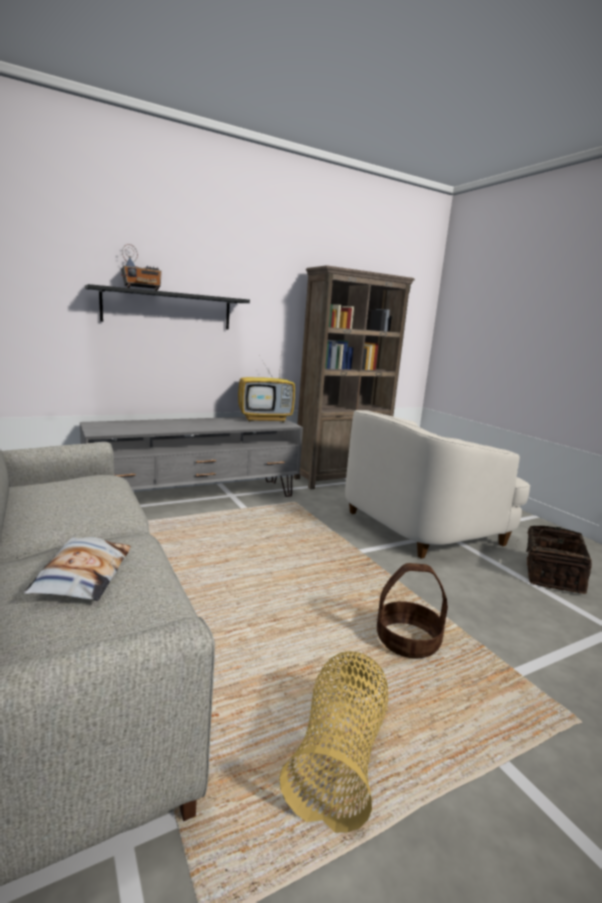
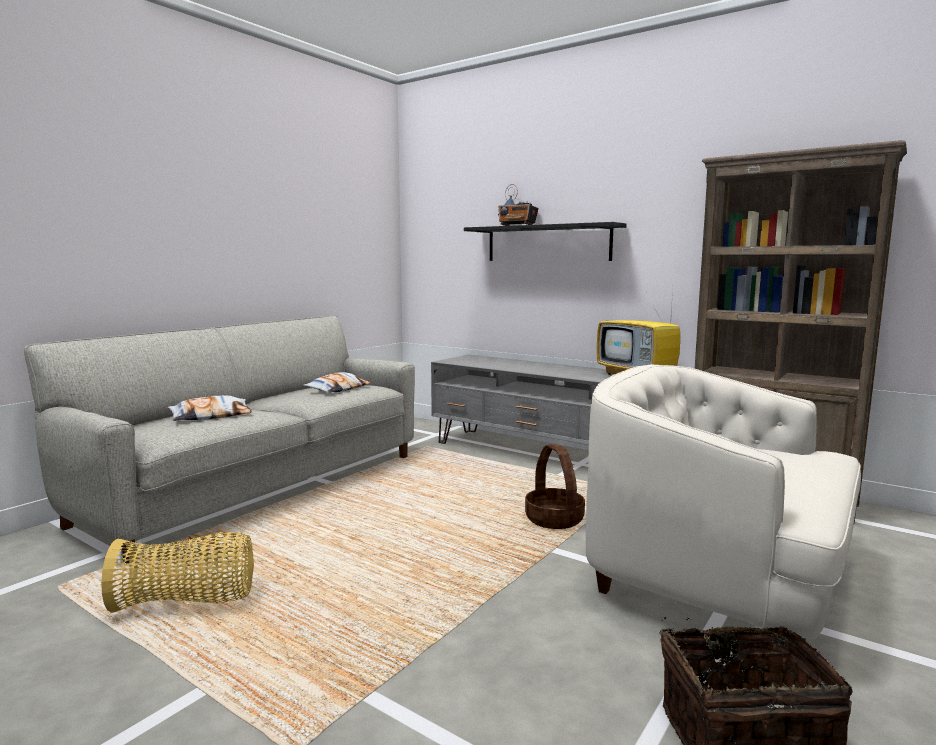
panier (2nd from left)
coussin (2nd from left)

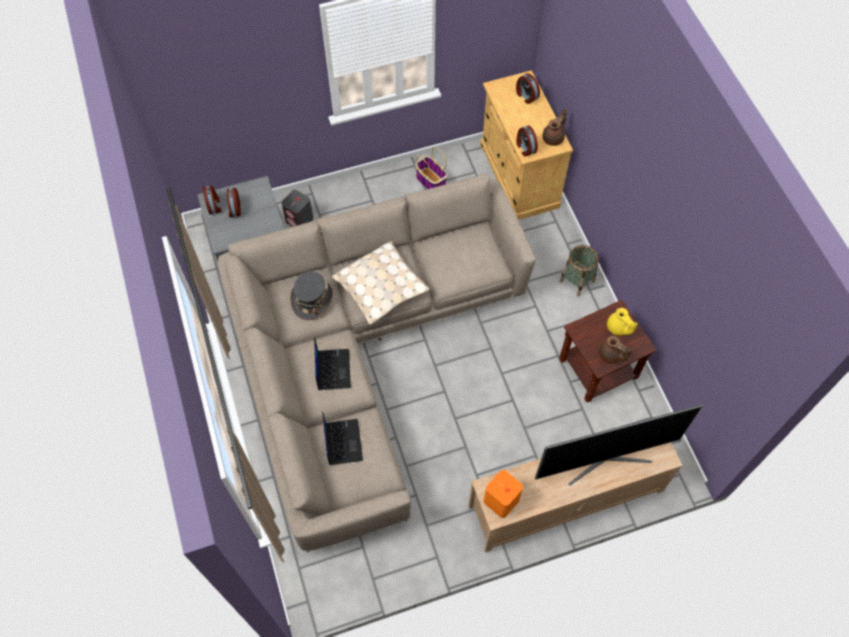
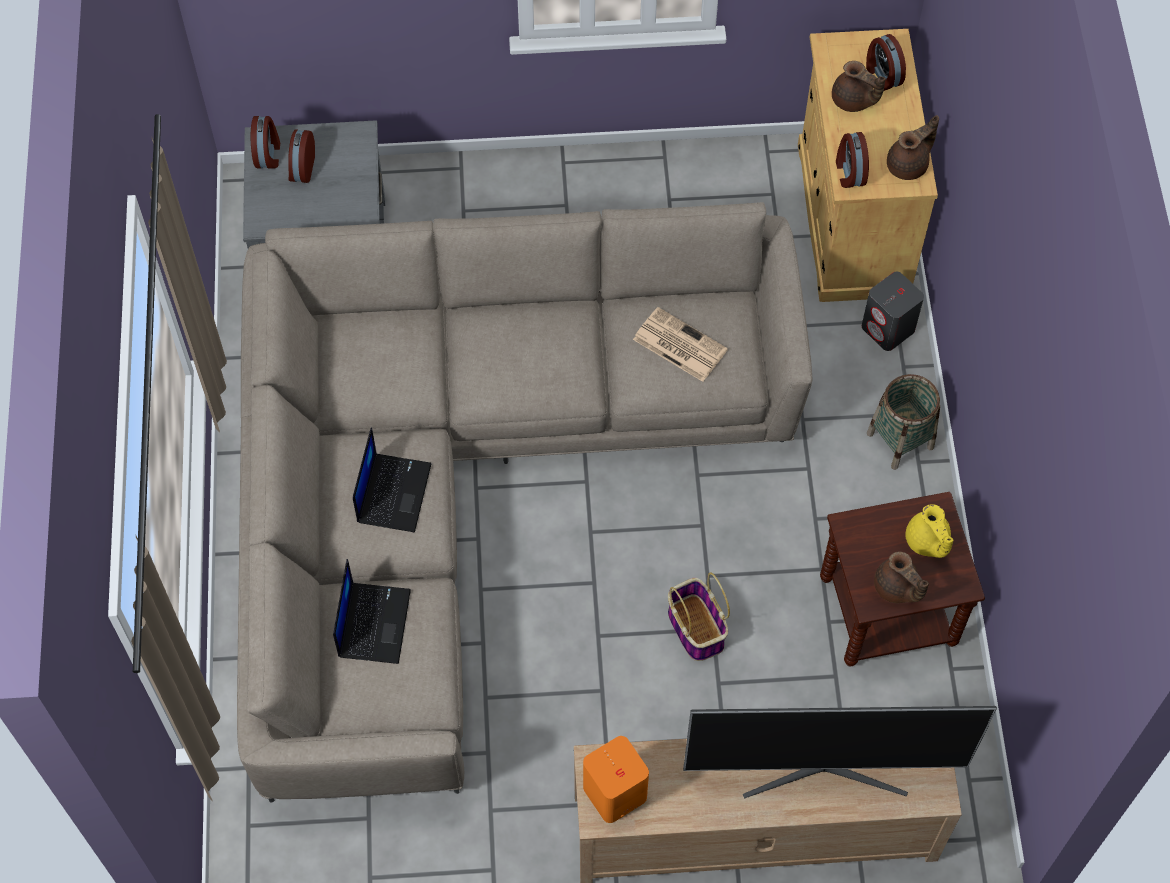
enceinte/gris
chapeau/gris
coussin/beige
panier (1st from left)
journal
théière/marron (1st from left)

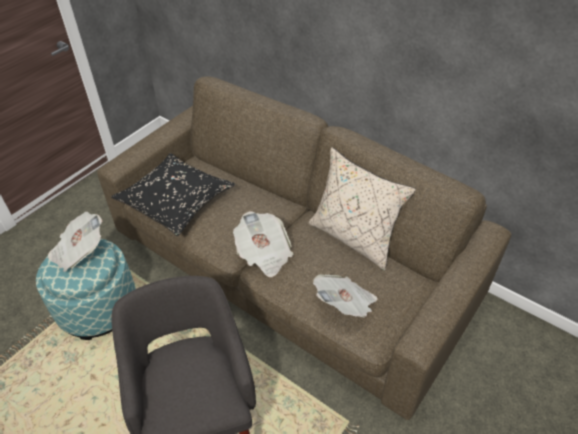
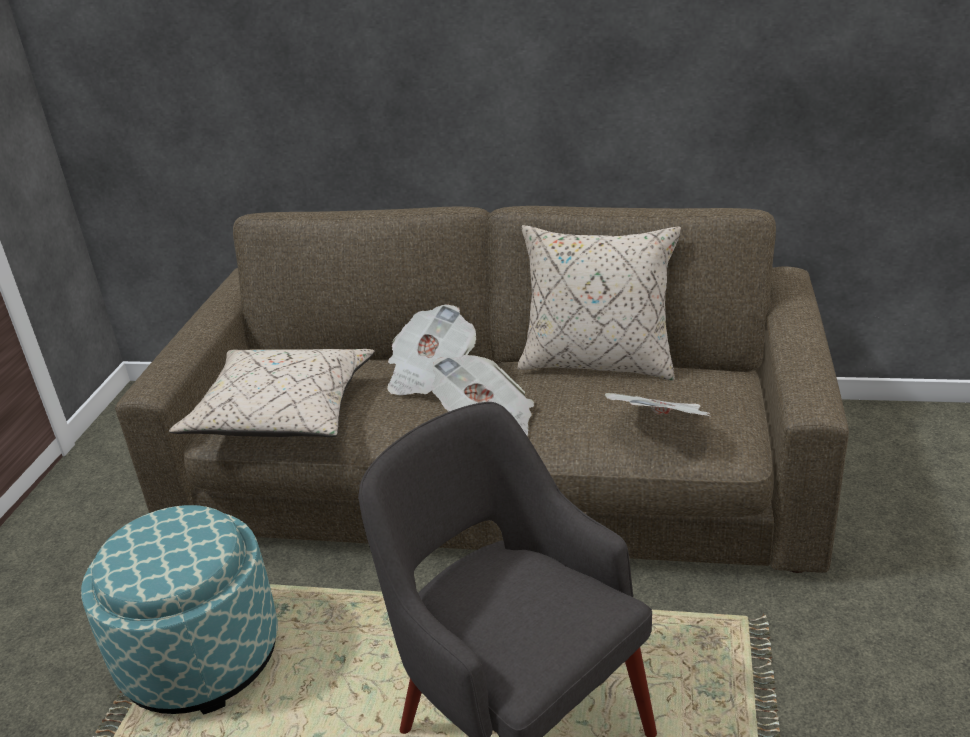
journal (1st from left)
coussin/beige (1st from left)

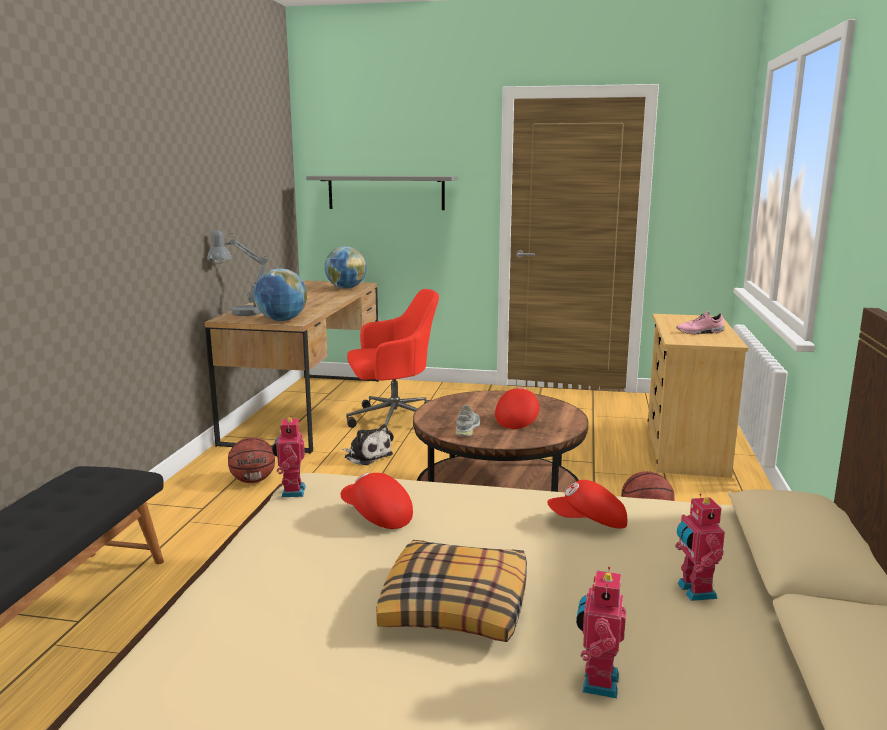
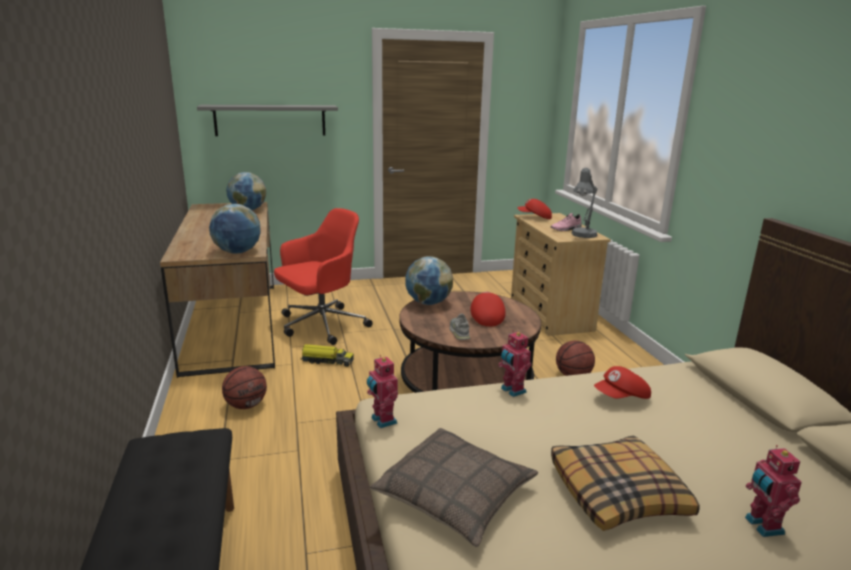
lampe de table/gris
casquette/rouge (2nd from left)
camion jouet
robot jouet (2nd from left)
coussin (1st from left)
globe (3rd from left)

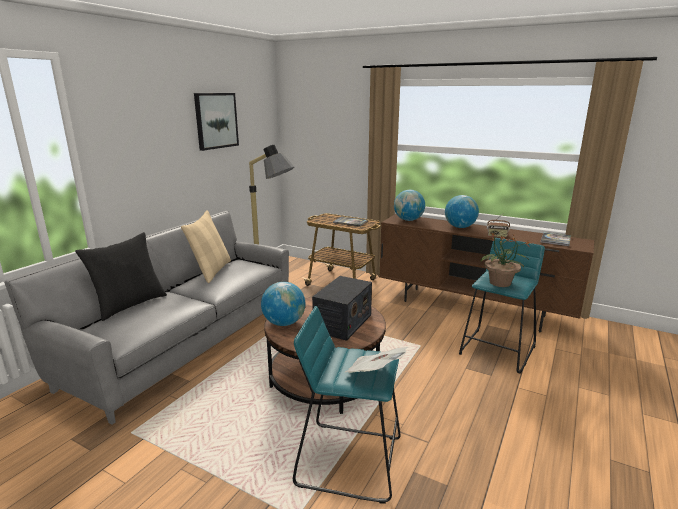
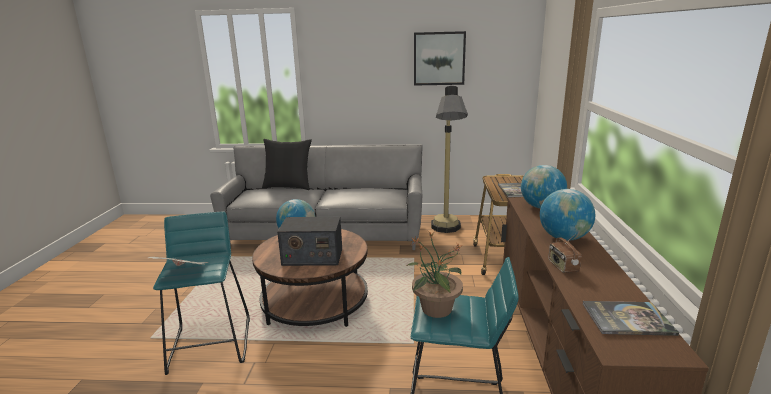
coussin/beige

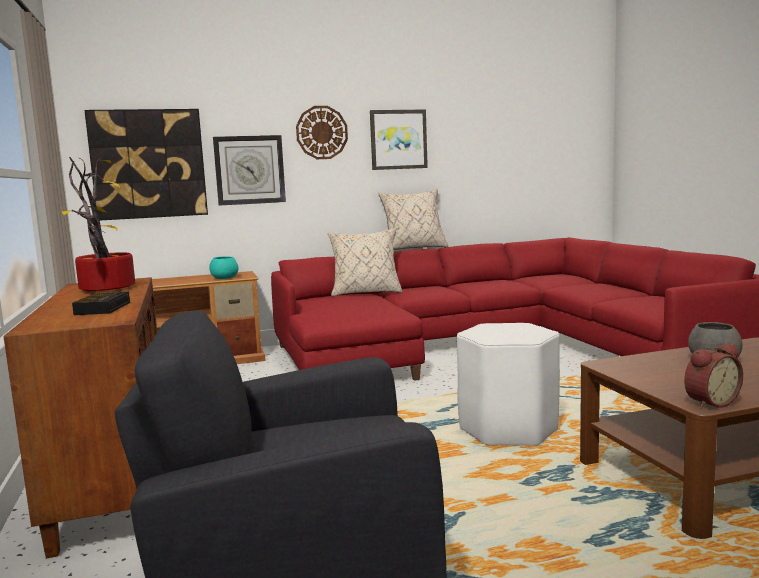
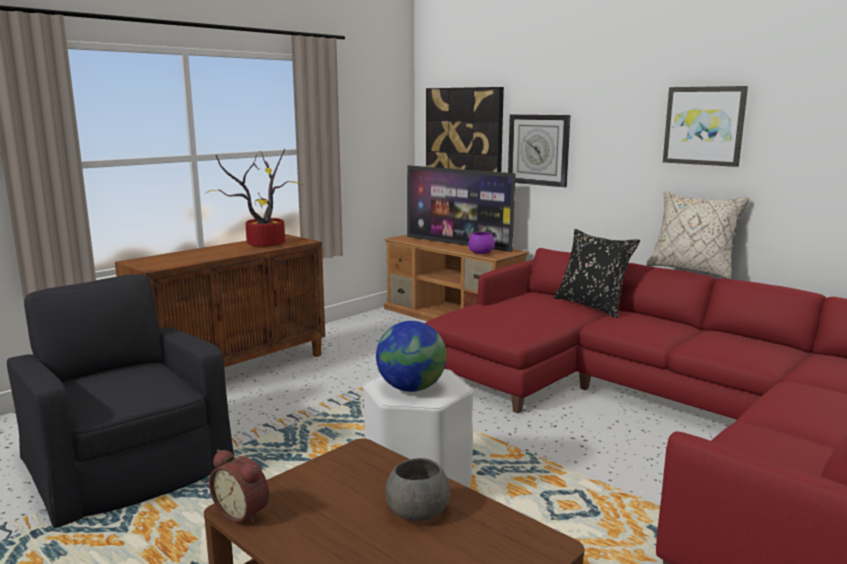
réveil (1st from left in the first image)
bol/violet
horloge murale (2nd from left in the first image)
coussin/noir
globe
téléviseur

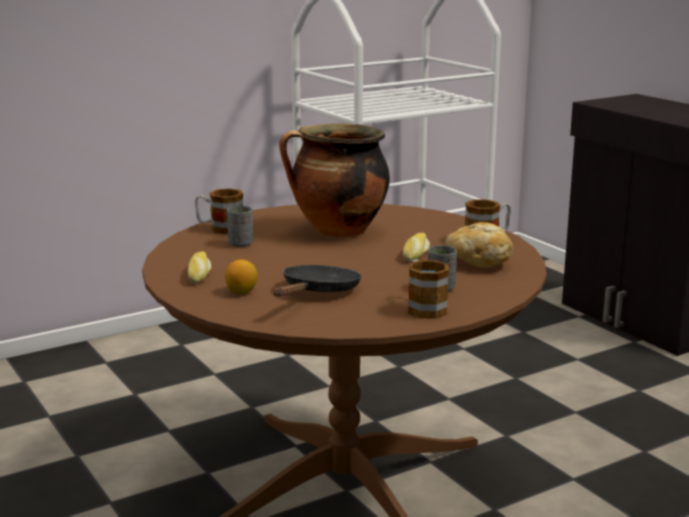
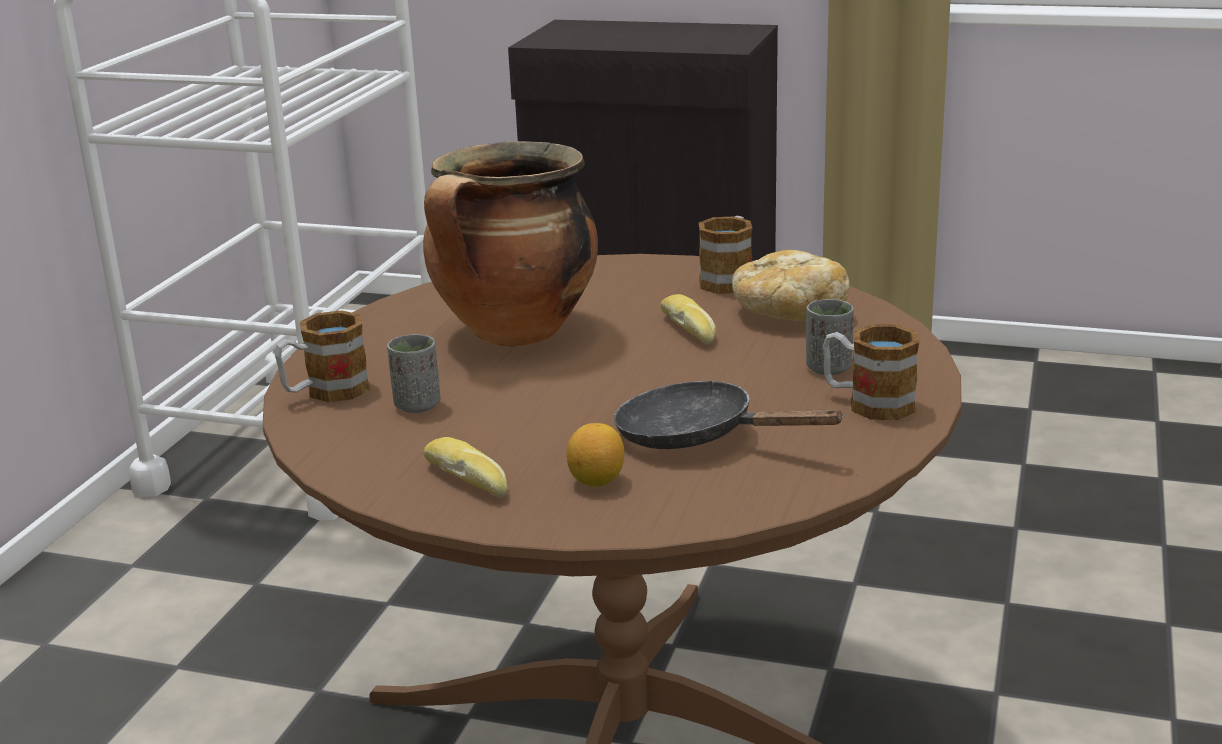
poêle/noir

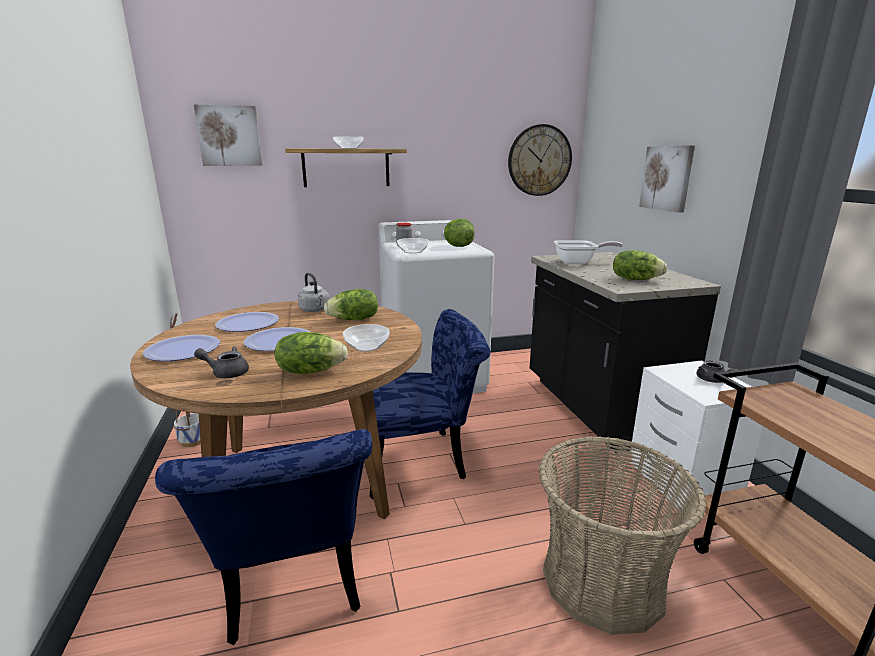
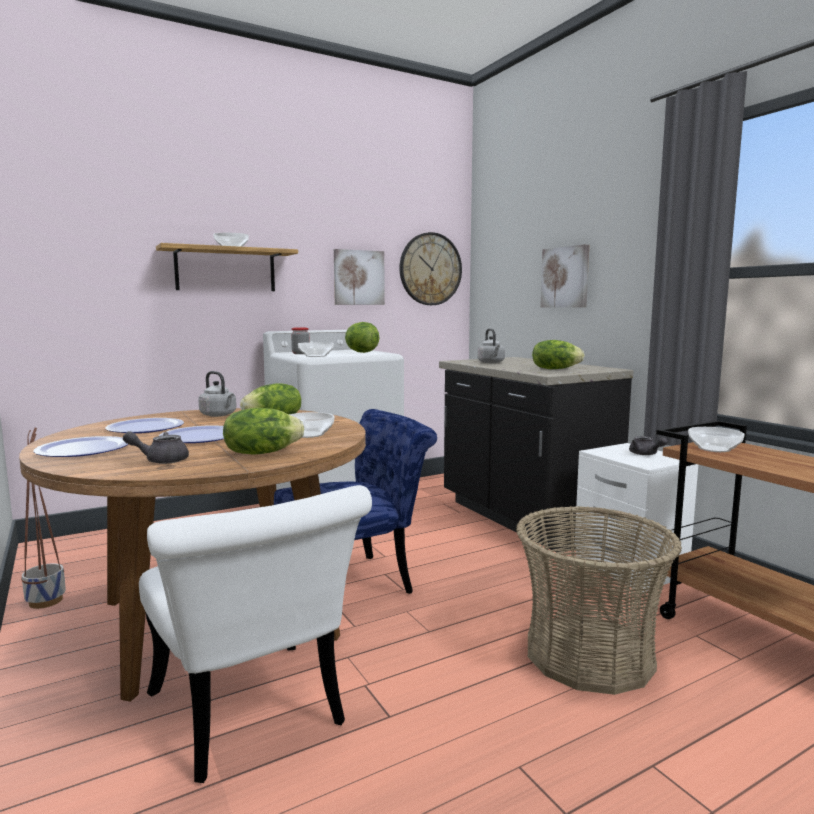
chaise/blanc
tableau (1st from left)
bouilloire/gris (2nd from left)
bol (4th from left)

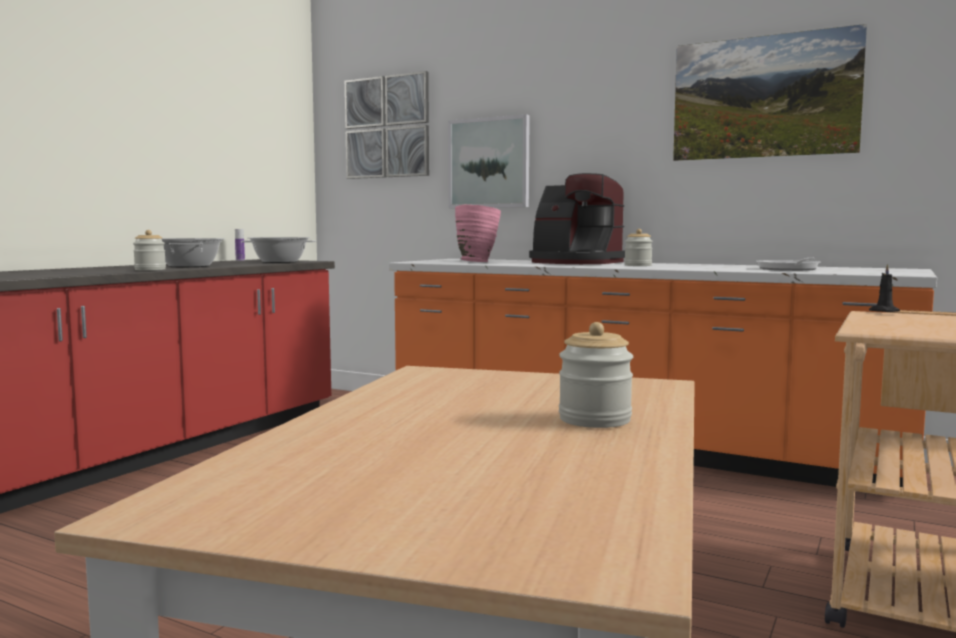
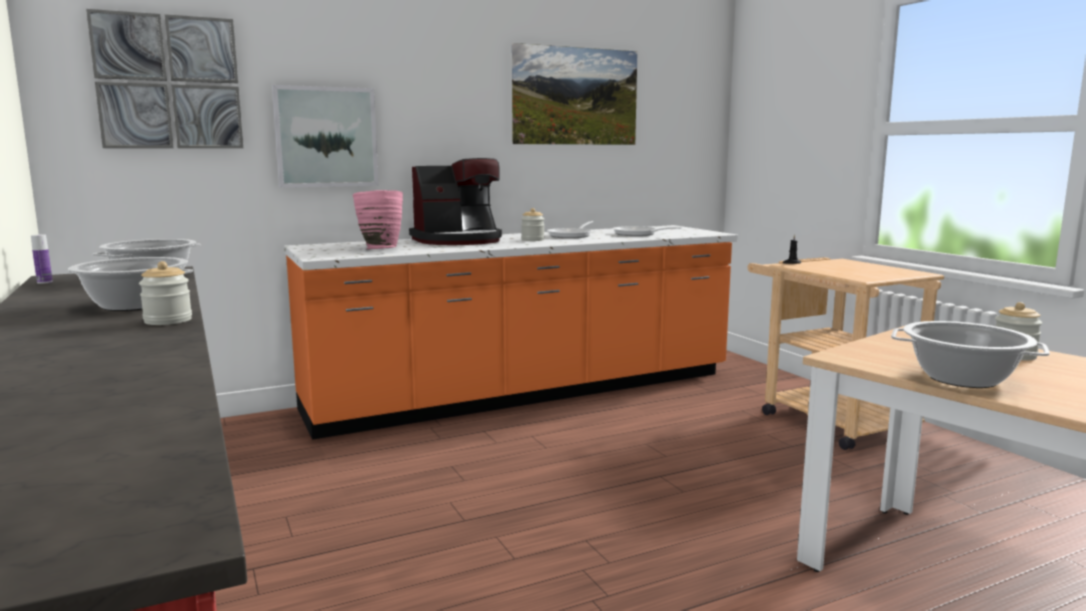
poêle (1st from left)
marmite (3rd from left)

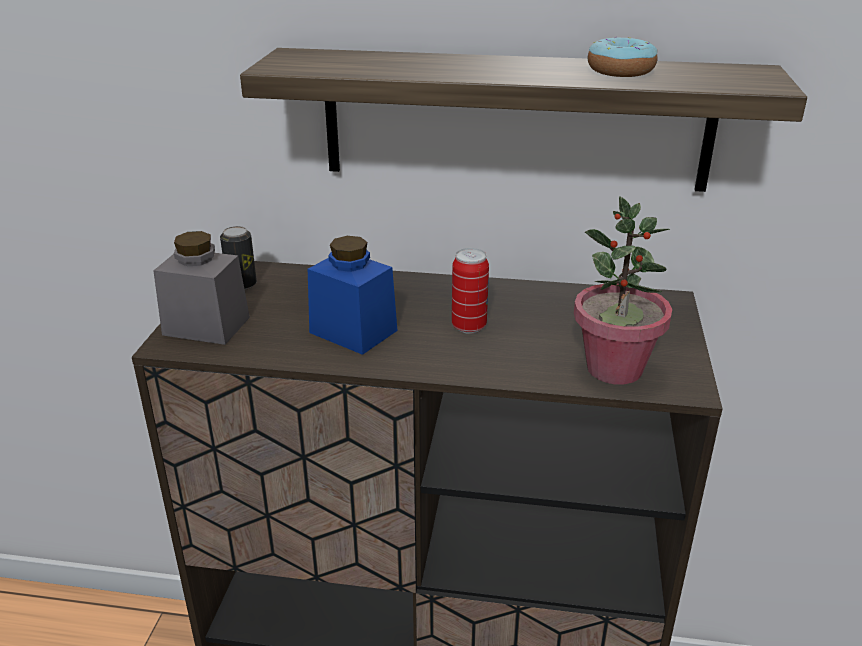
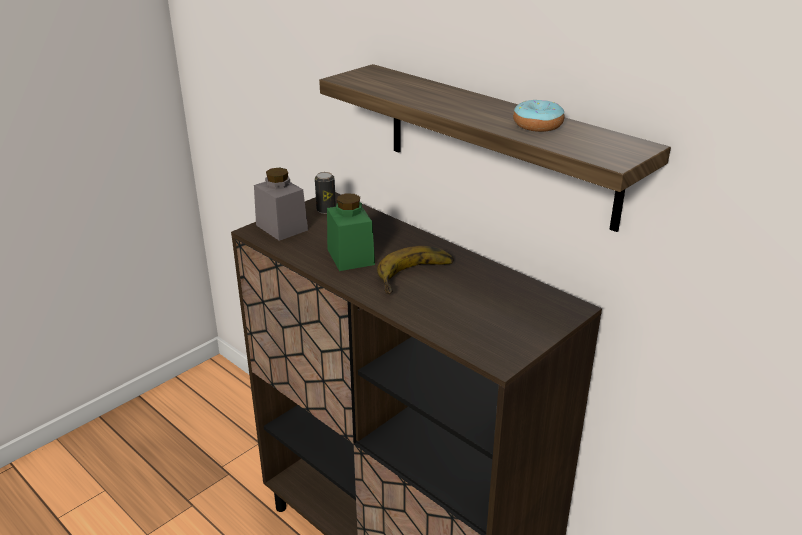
bocal/vert
banane
plante en pot

